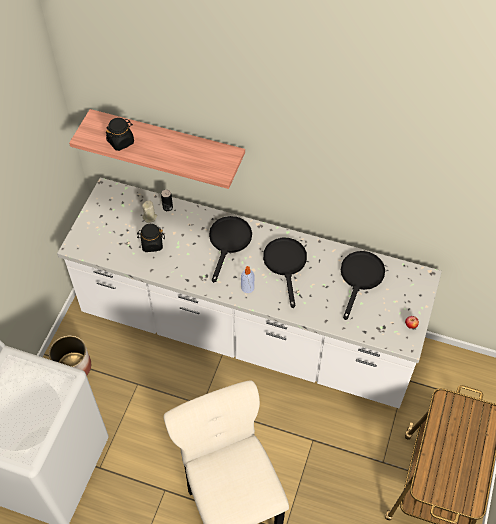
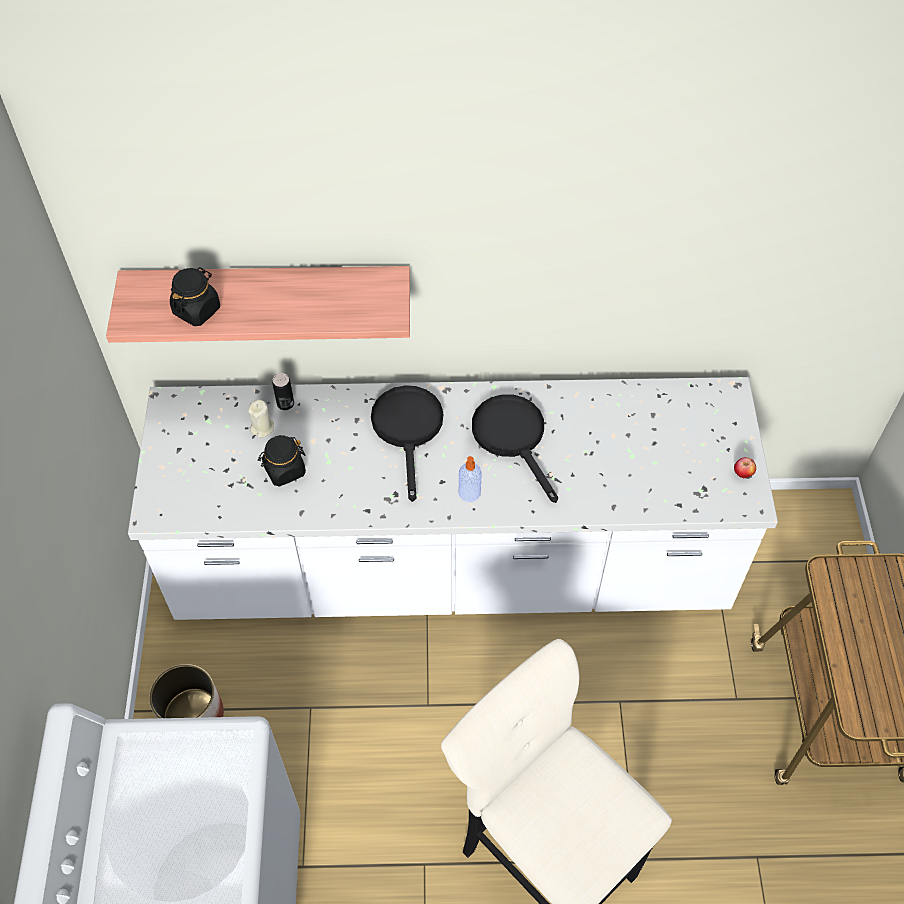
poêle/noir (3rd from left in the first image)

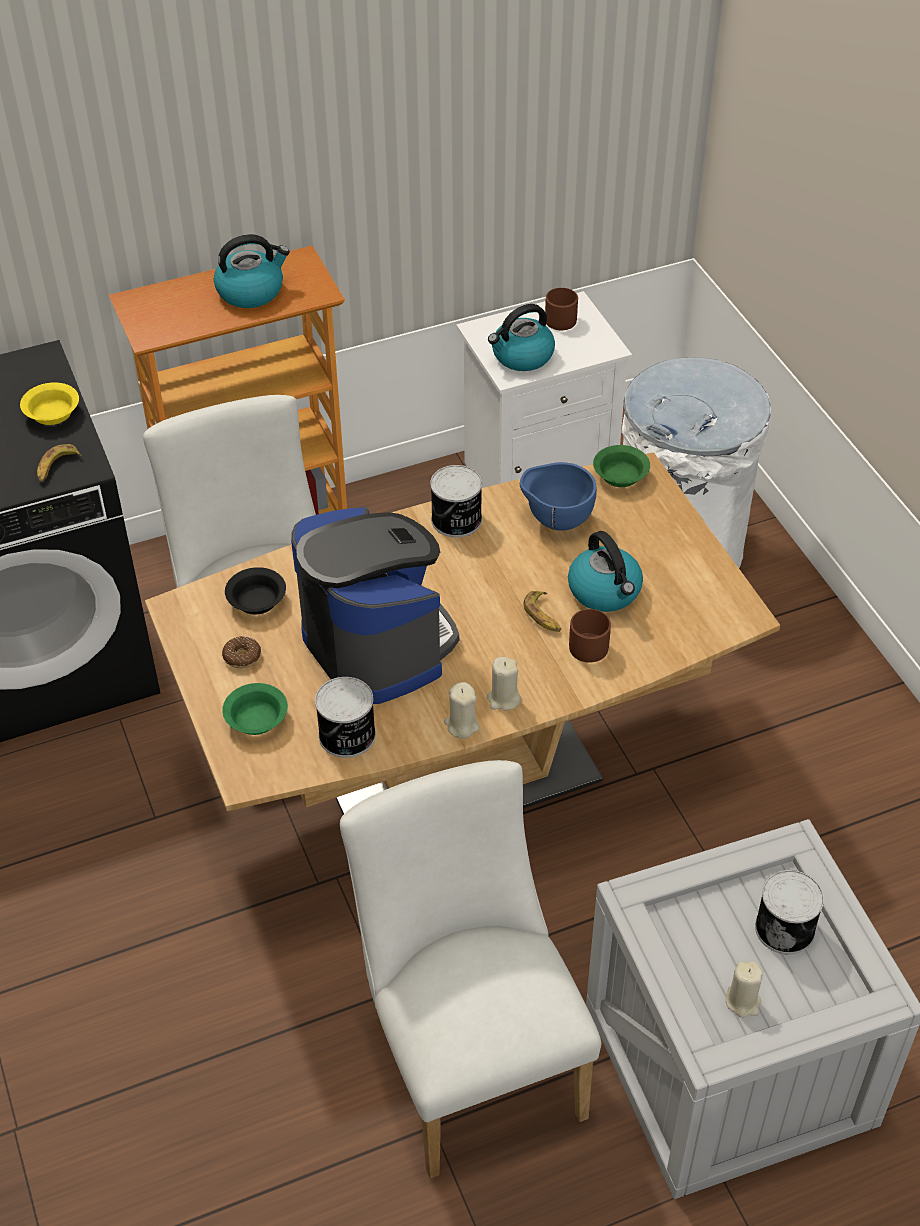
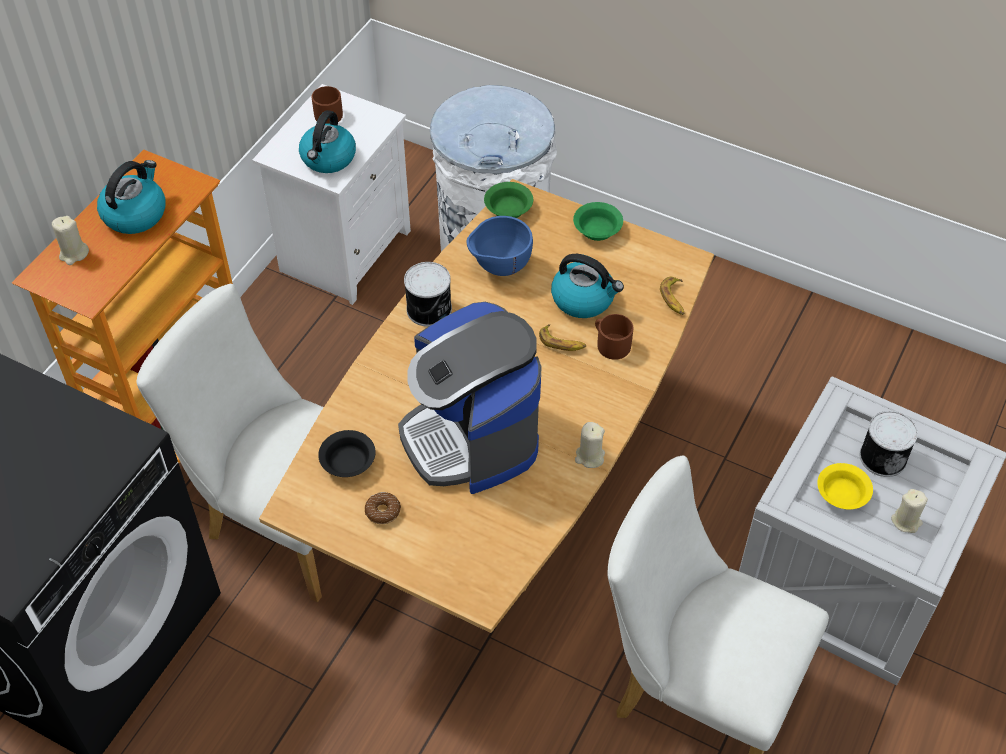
bol/jaune
banane (2nd from left)
bol/vert (2nd from left)
machine à café
boîte métallique (1st from left in the first image)
bougie/beige (1st from left)

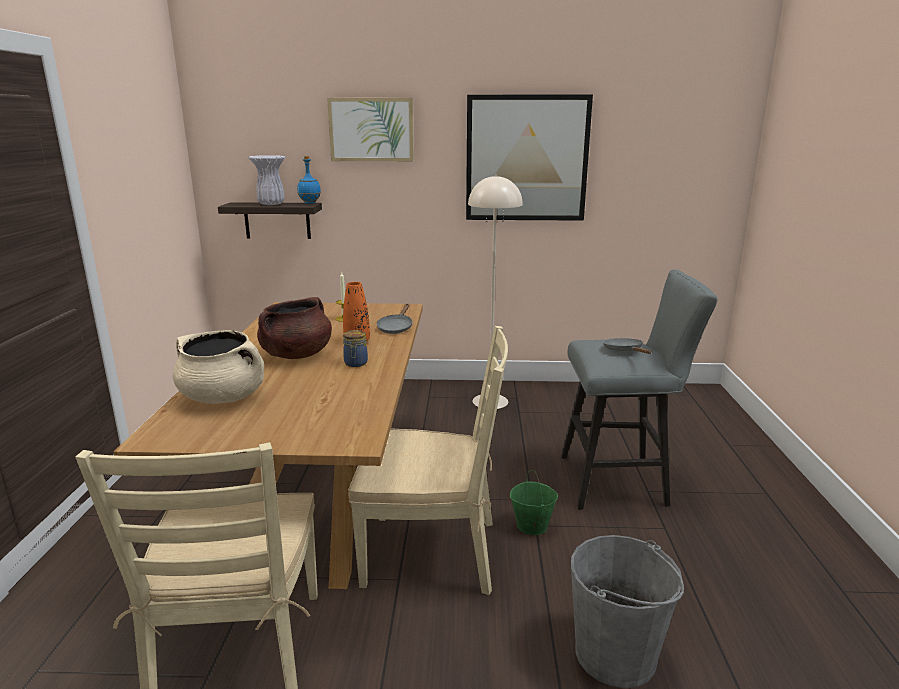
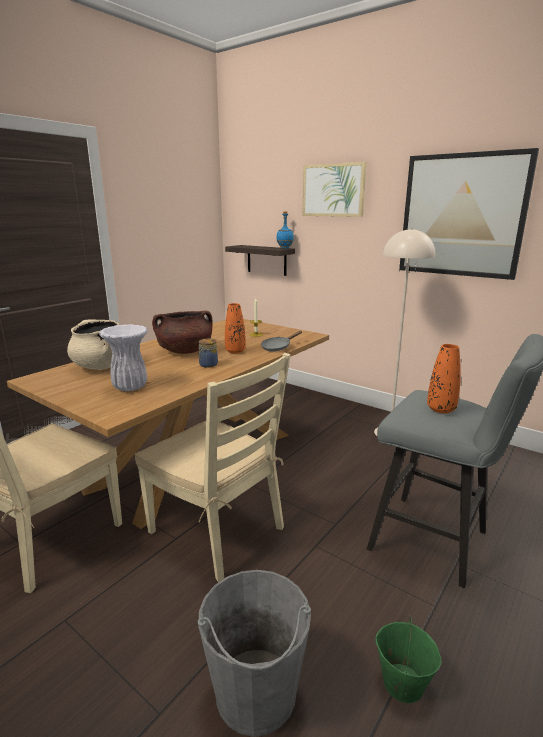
vase/blanc
seau/vert
vase/orange (2nd from left)

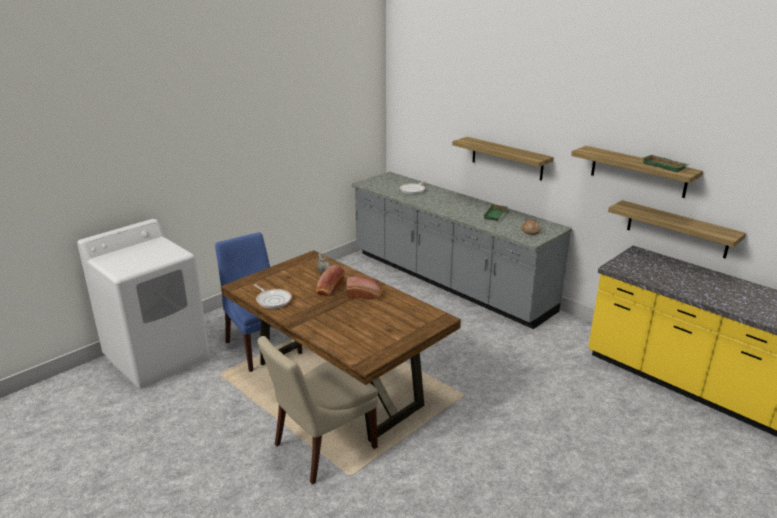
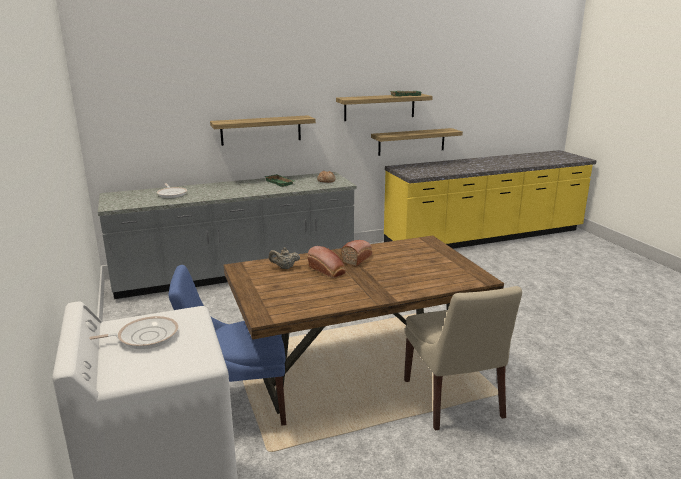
poêle (1st from left)

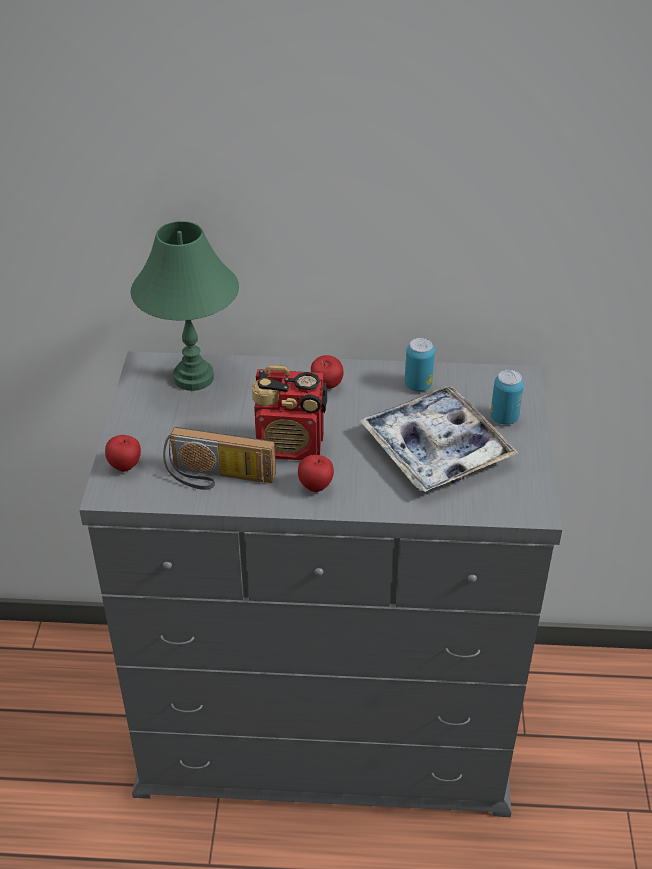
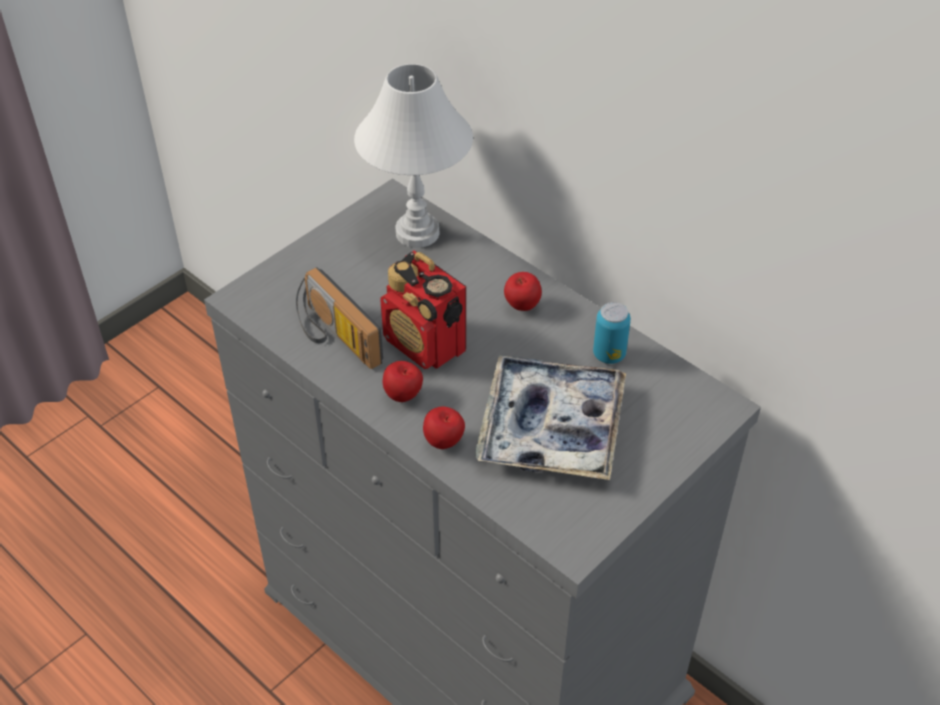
pomme (2nd from left)
lampe de table/blanc
boîte métallique (2nd from left in the first image)

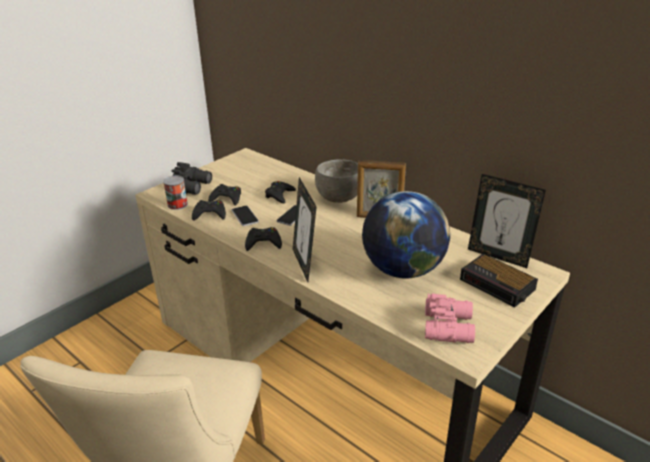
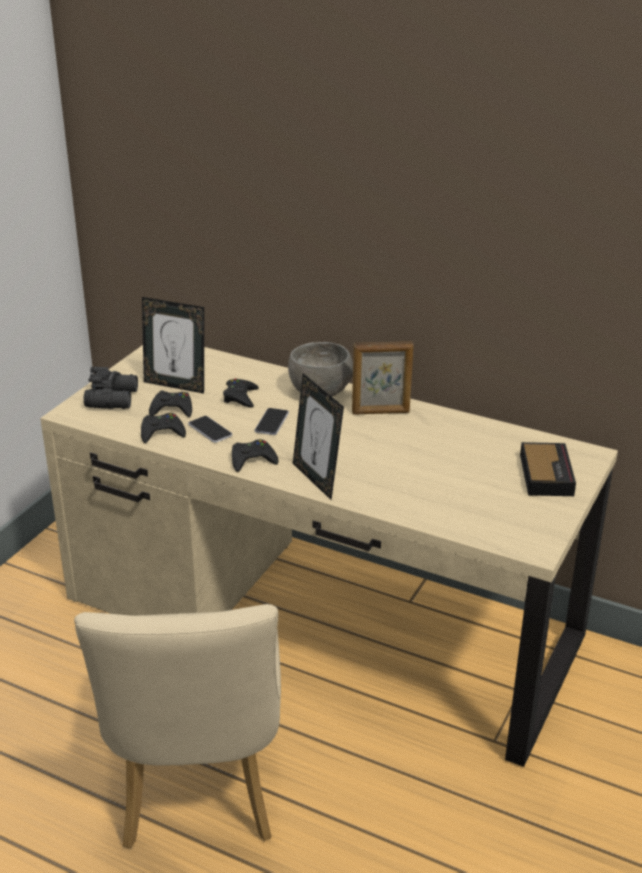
boîte métallique
globe
jumelles/rose
réveil
cadre photo (1st from left)

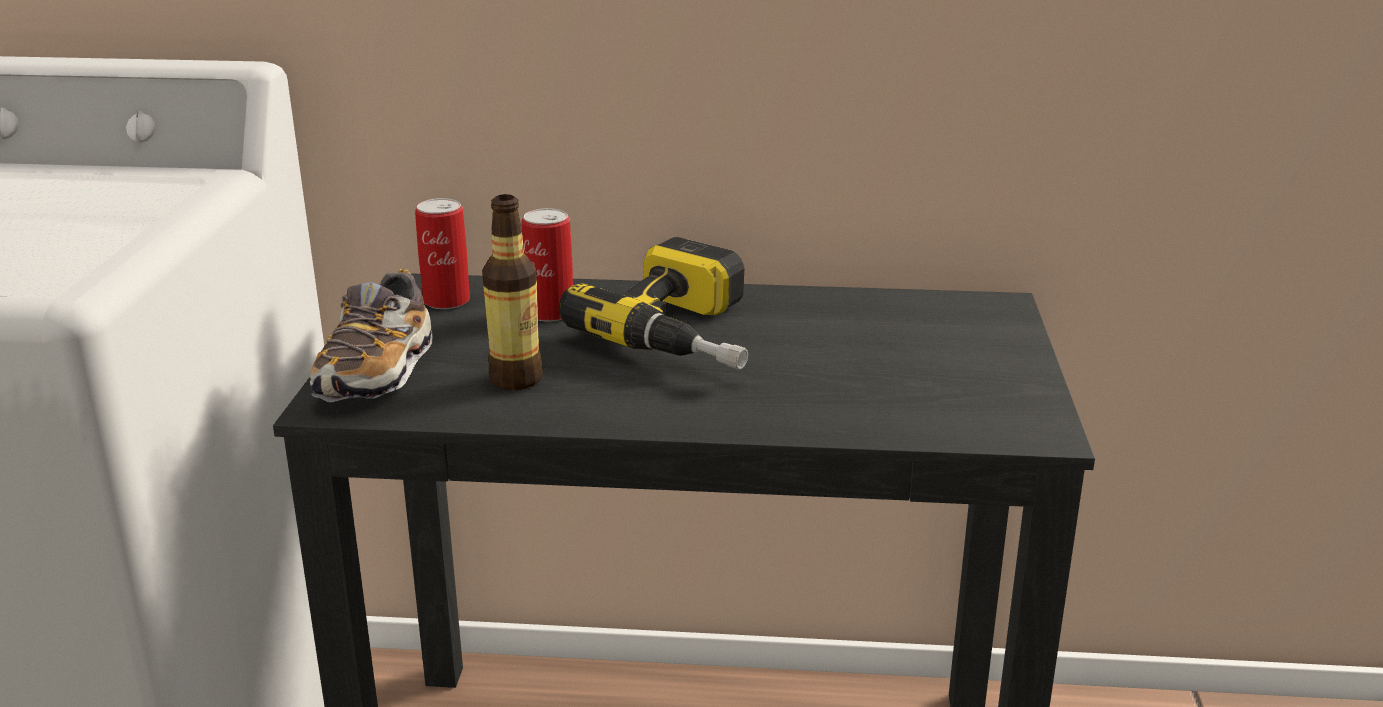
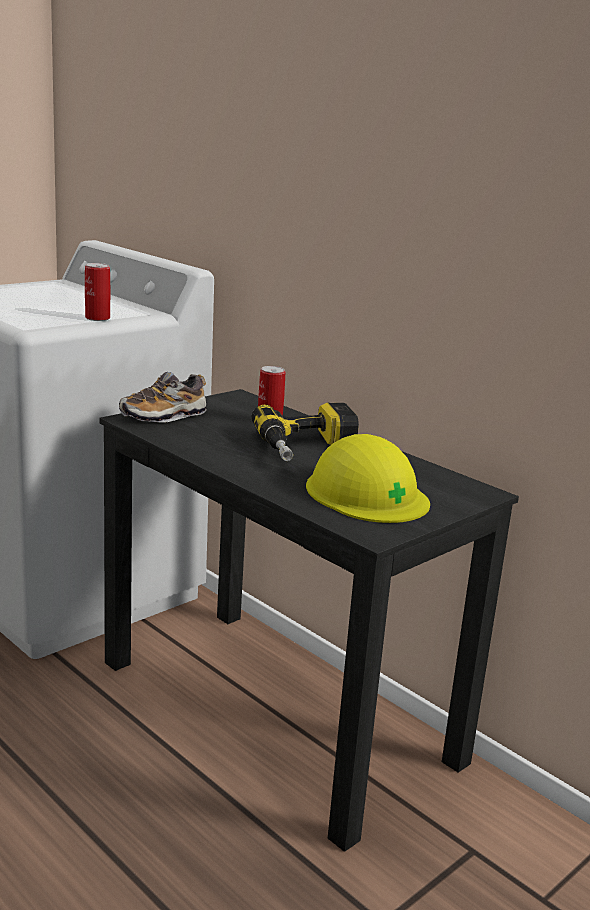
boîte métallique (1st from left)
bouteille
casque de chantier/jaune

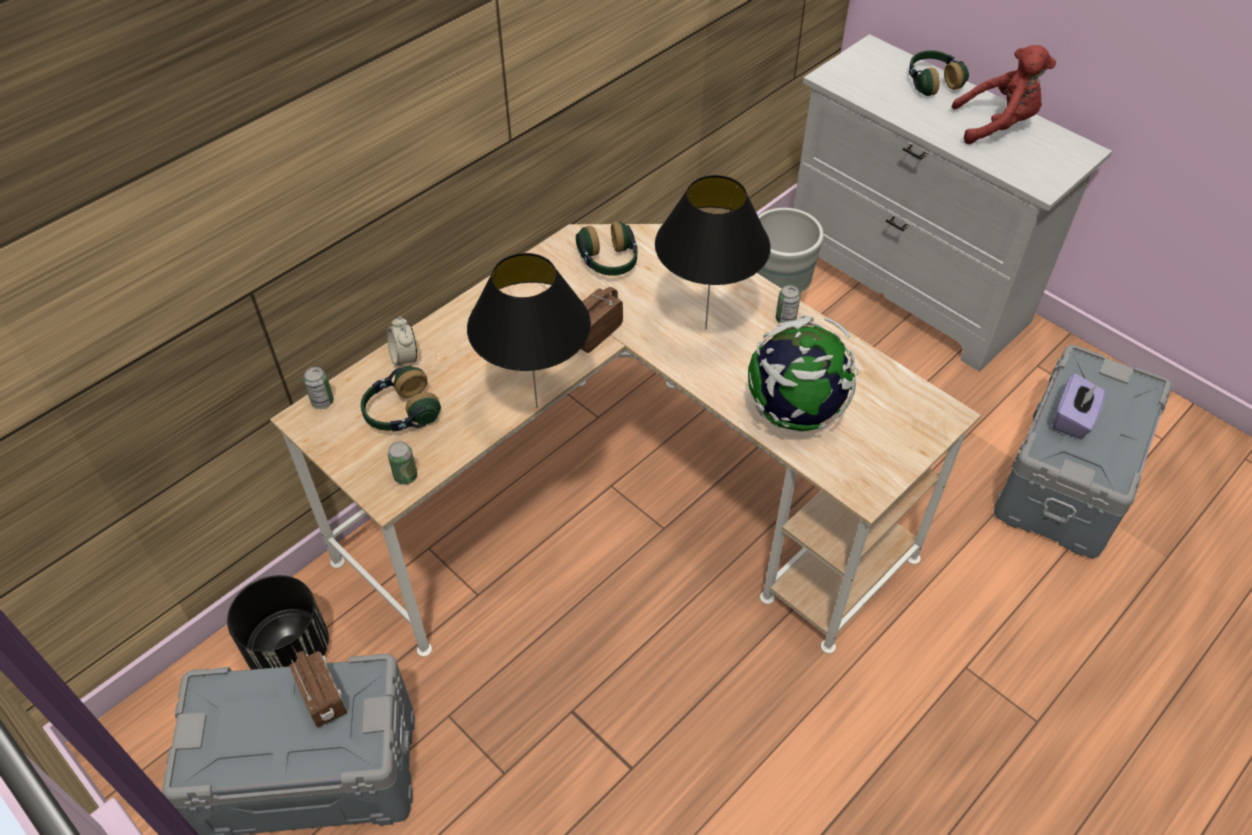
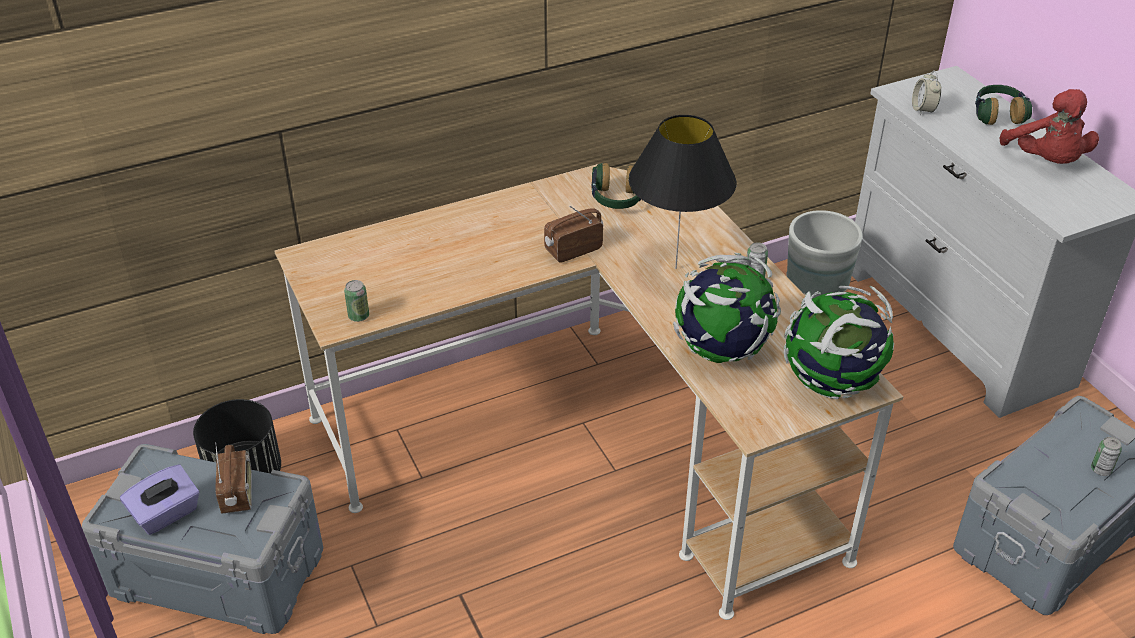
boîte métallique (3rd from left)
casque audio (1st from left in the first image)
réveil
lampe de table/noir (1st from left in the first image)
peluche/rouge
boîte à mouchoirs/violet
globe (2nd from left)

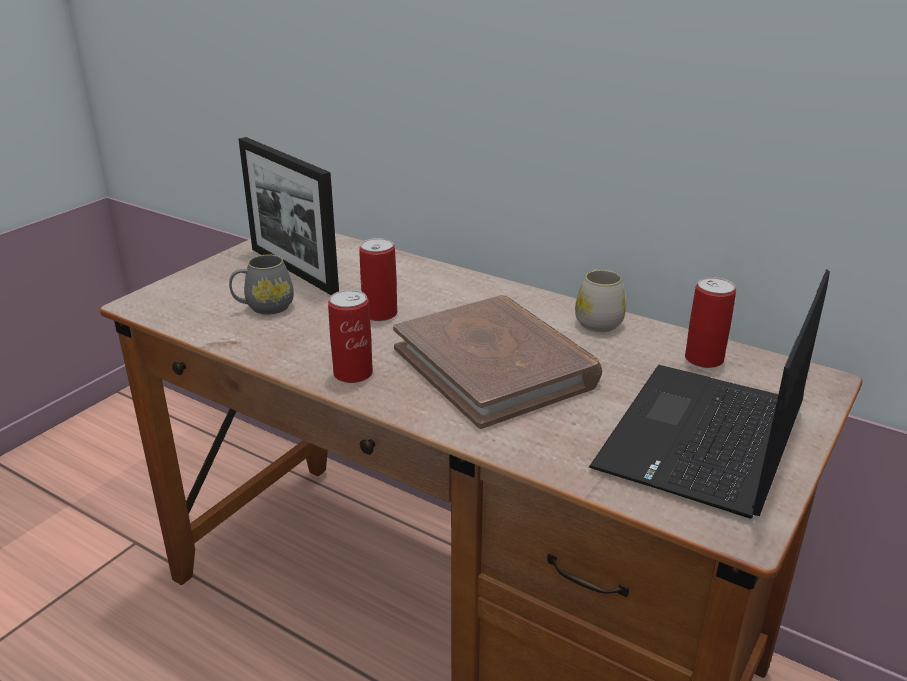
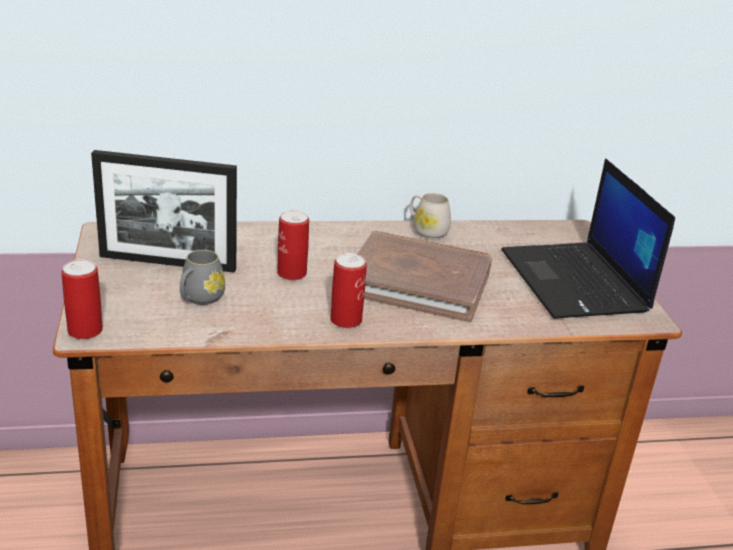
boîte métallique (1st from left)

